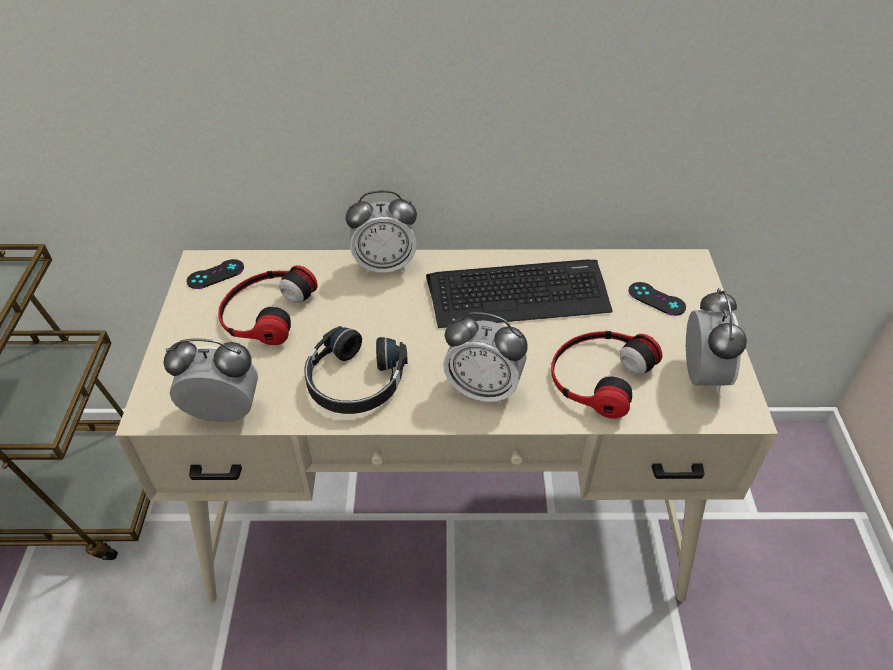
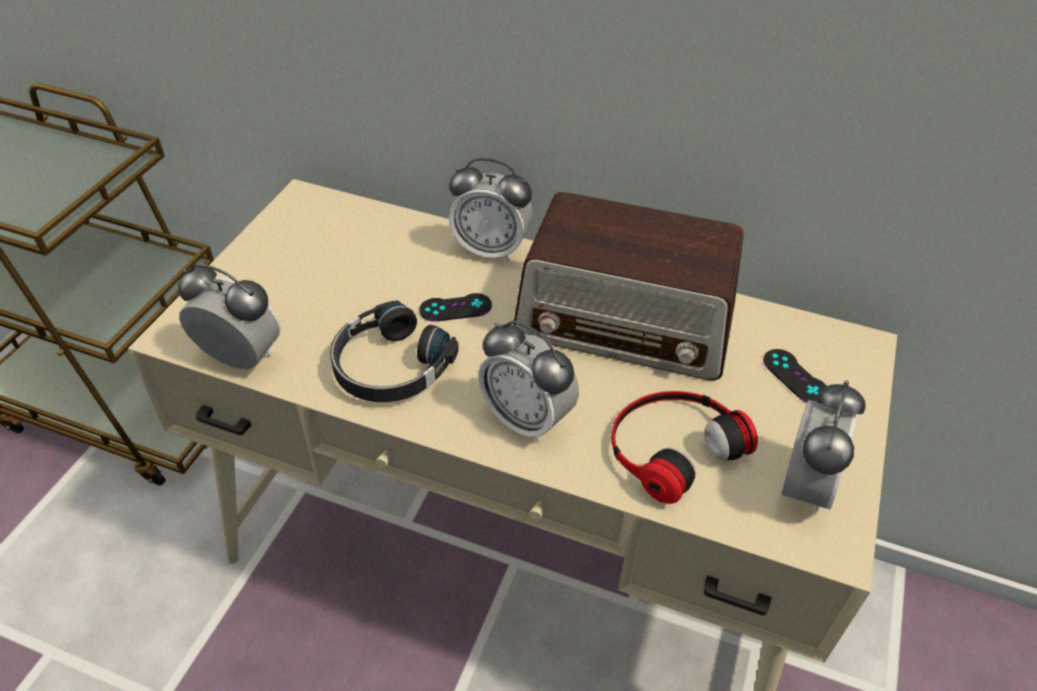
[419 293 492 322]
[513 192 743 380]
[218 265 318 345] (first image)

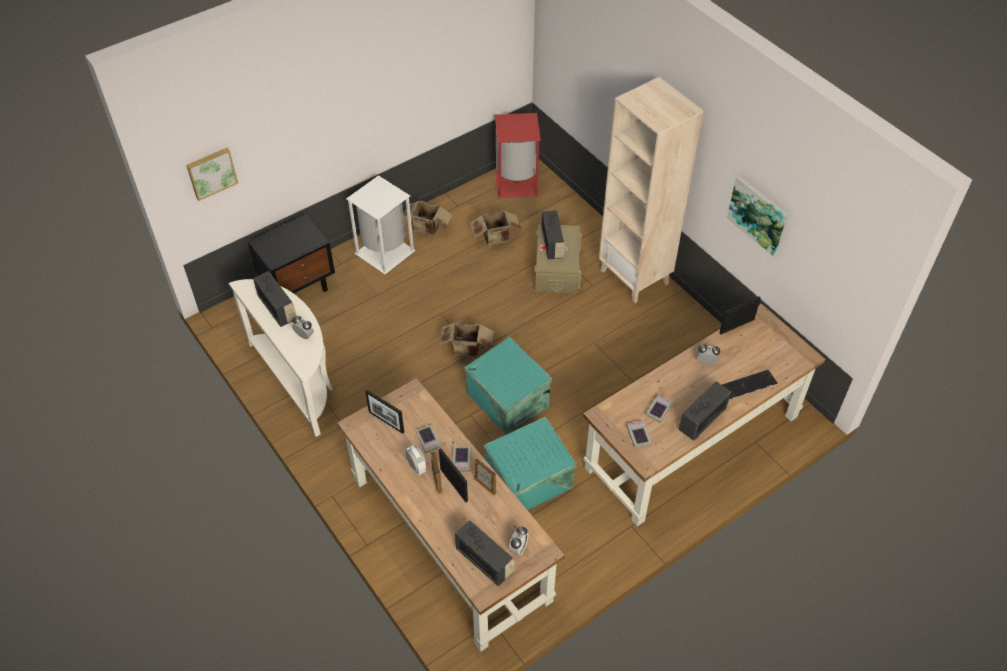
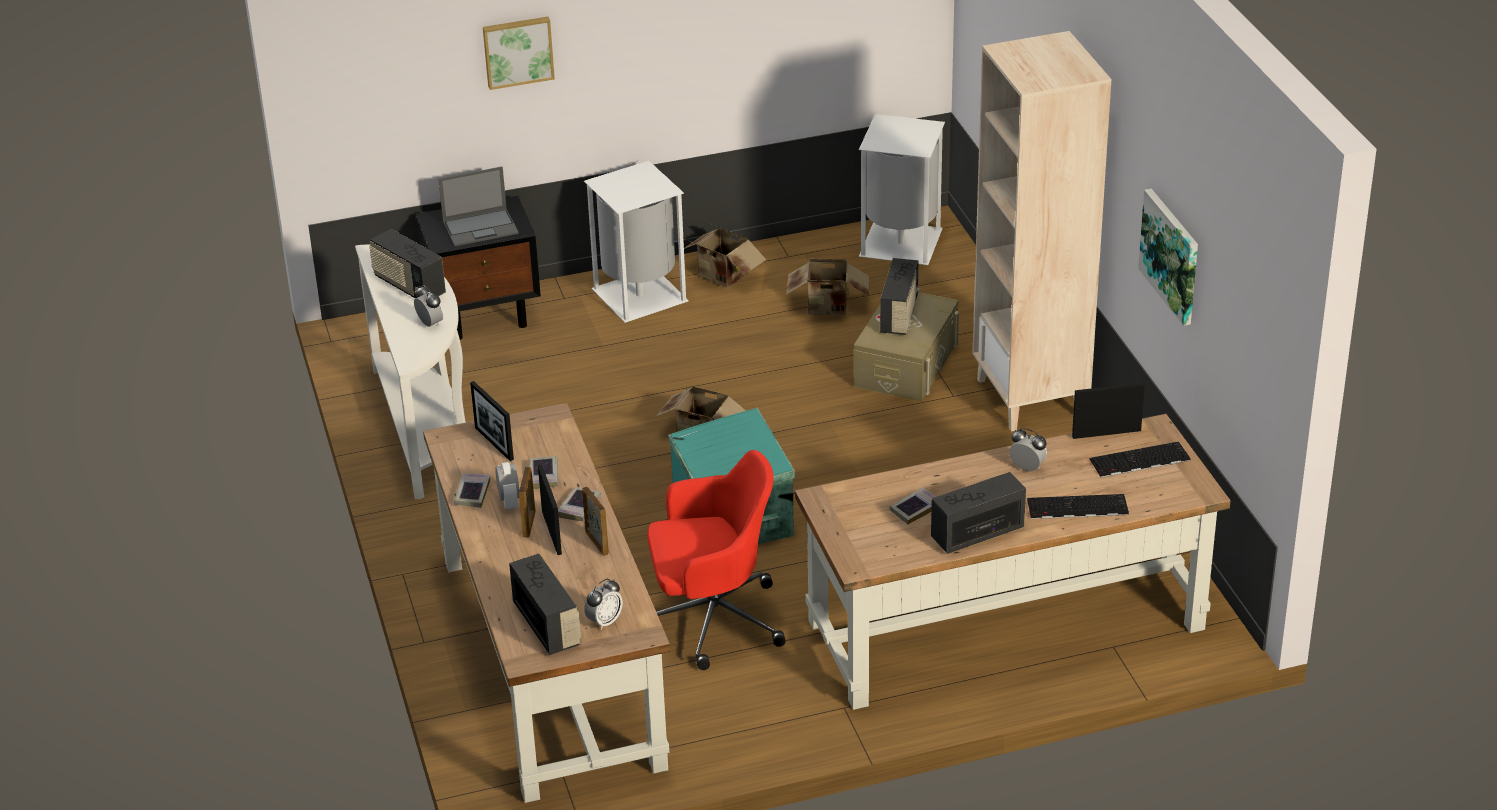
[369 229 446 299]
[438 167 519 246]
[454 473 490 508]
[483 17 555 90]
[647 450 786 670]
[859 114 945 265]
[1089 441 1190 477]

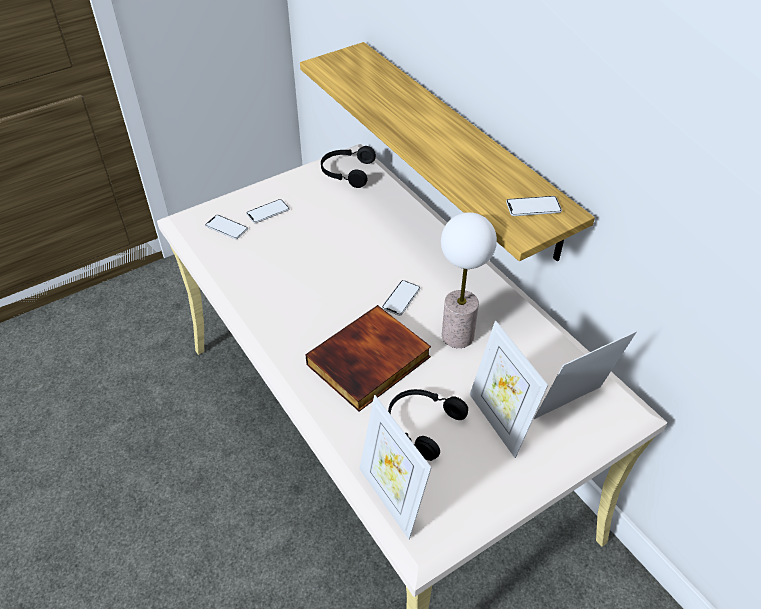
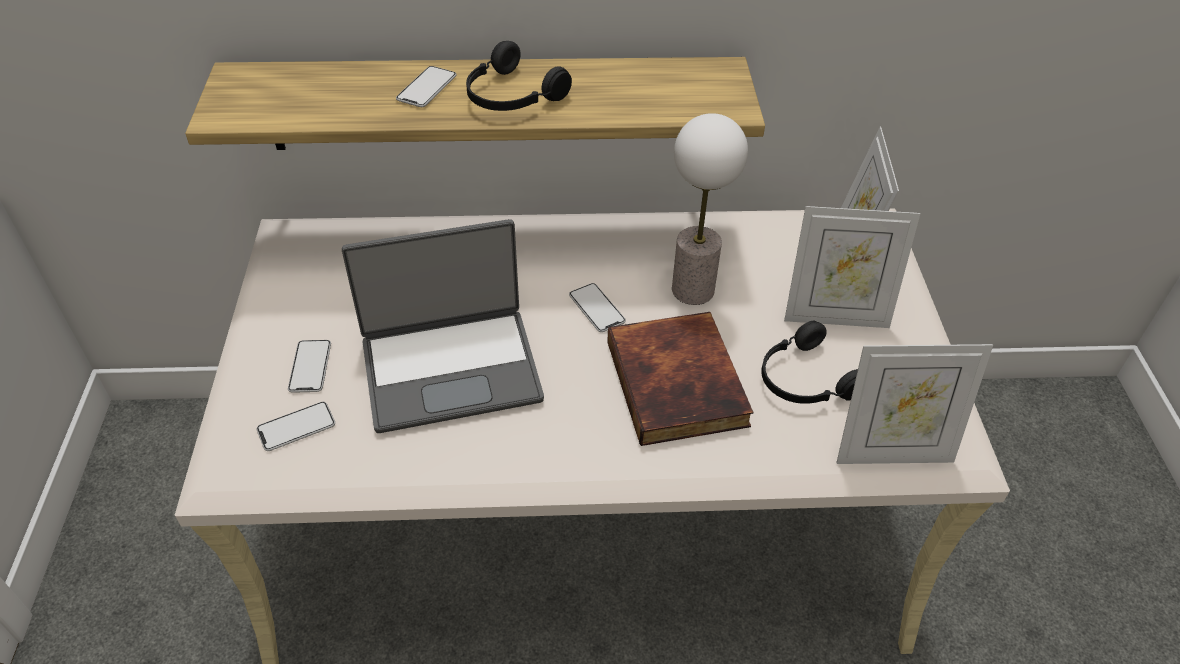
[342 219 544 433]
[396 66 457 107]
[466 41 572 111]

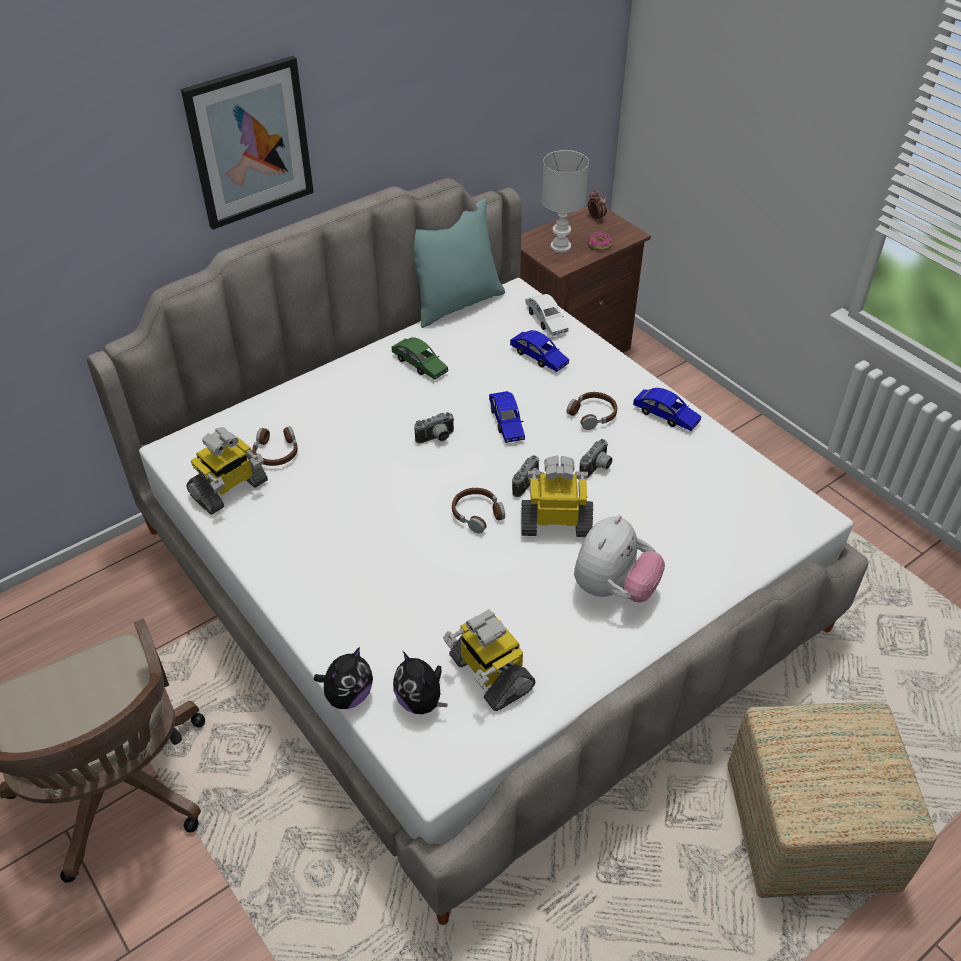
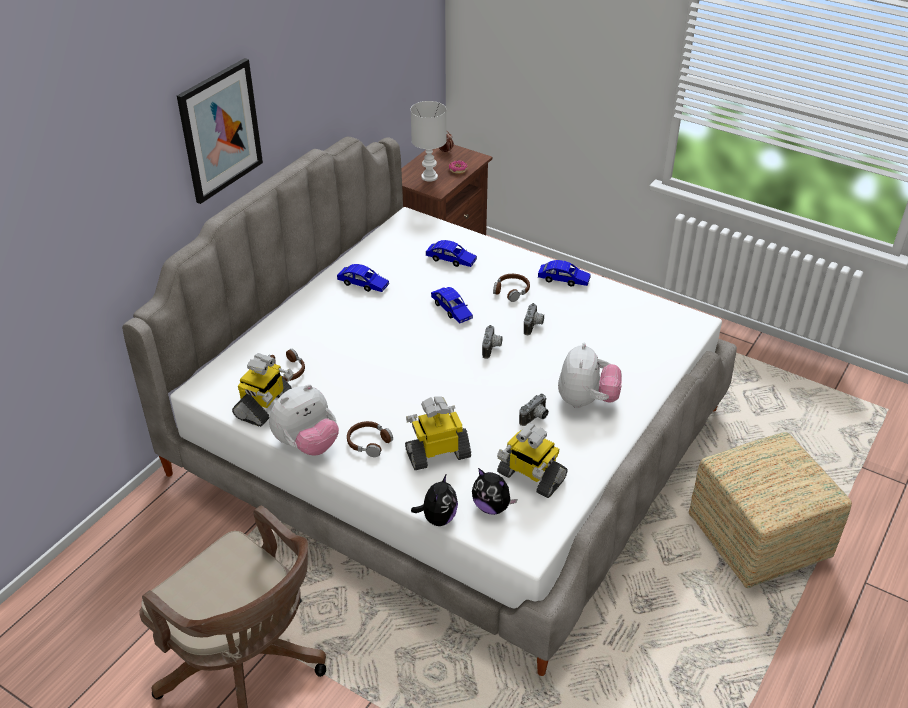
[269 384 339 456]
[337 264 389 292]
[347 421 393 457]
[405 396 471 470]
[519 394 549 426]
[414 199 505 328] (first image)
[525 294 569 336] (first image)

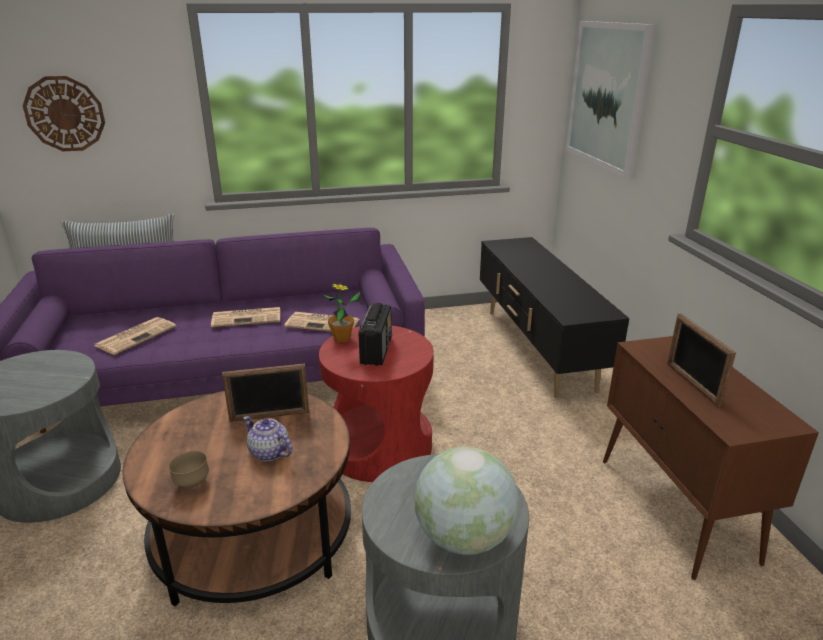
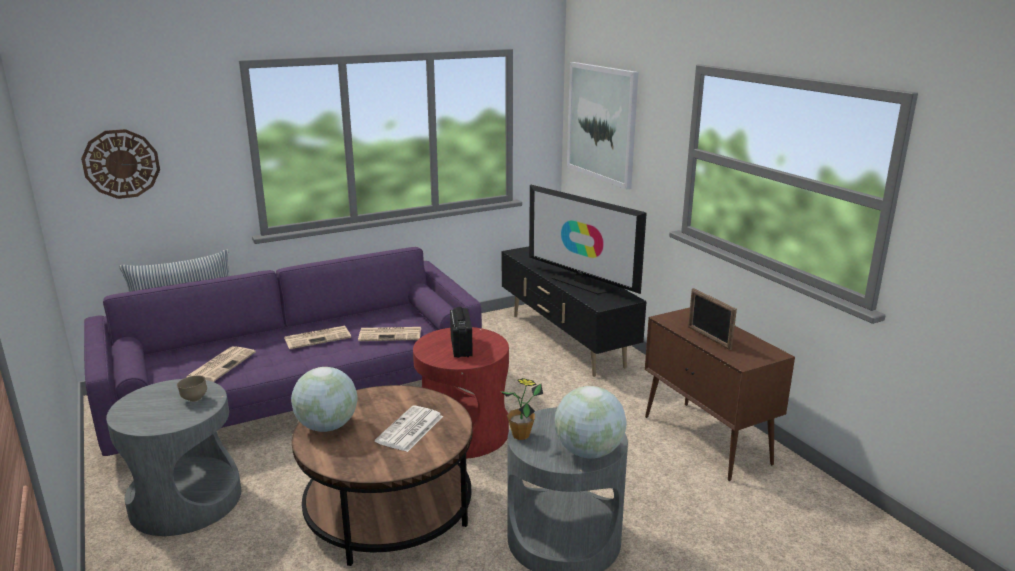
[177 375 207 402]
[291 367 357 432]
[375 405 443 452]
[500 378 543 440]
[529 185 647 294]
[222 363 309 422] (first image)

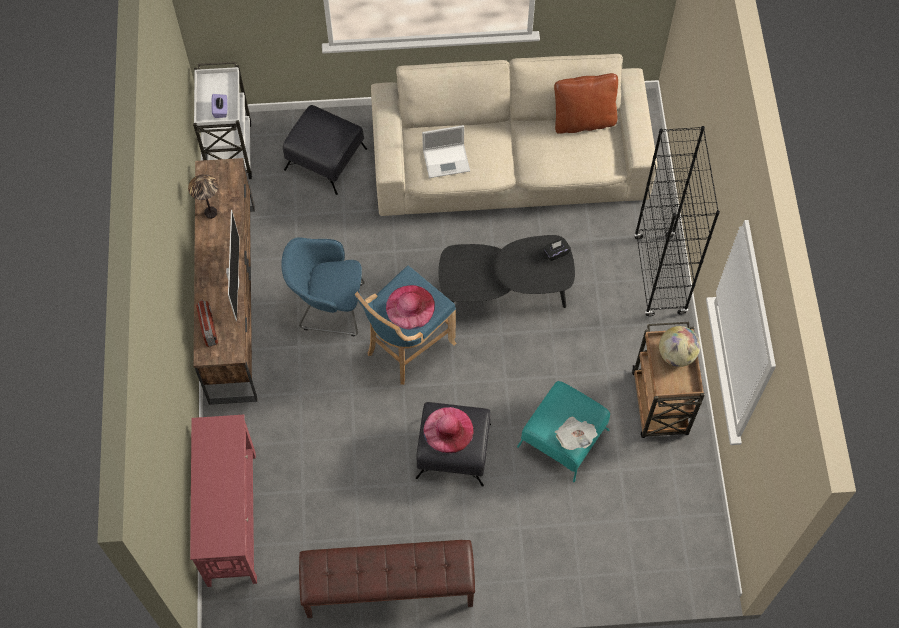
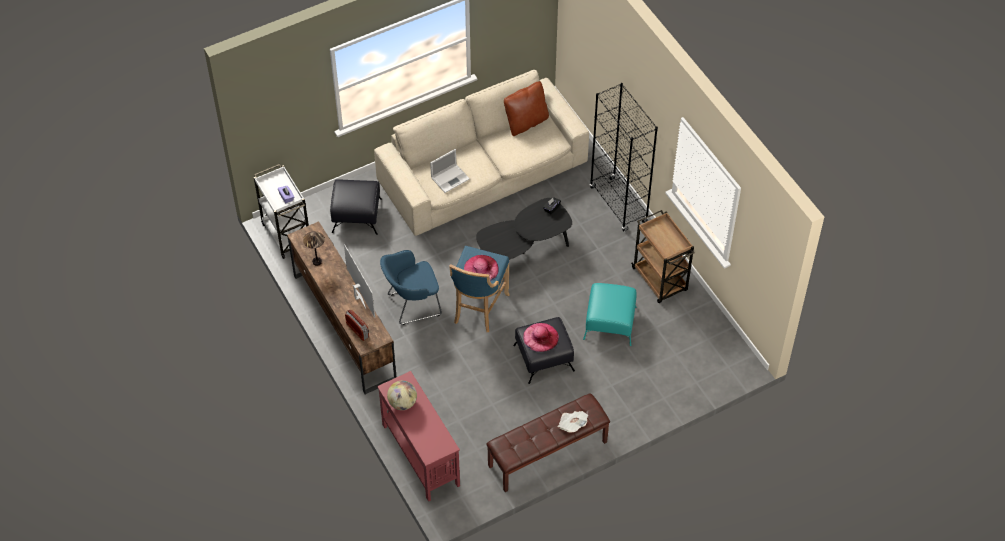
[387 381 417 410]
[558 411 588 432]

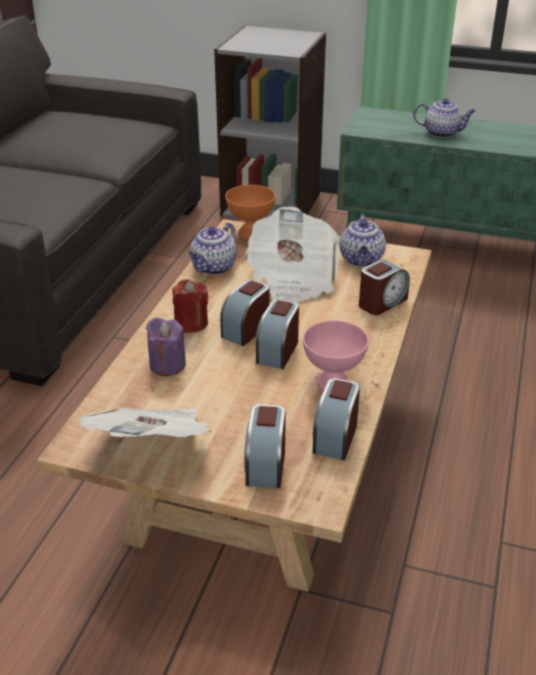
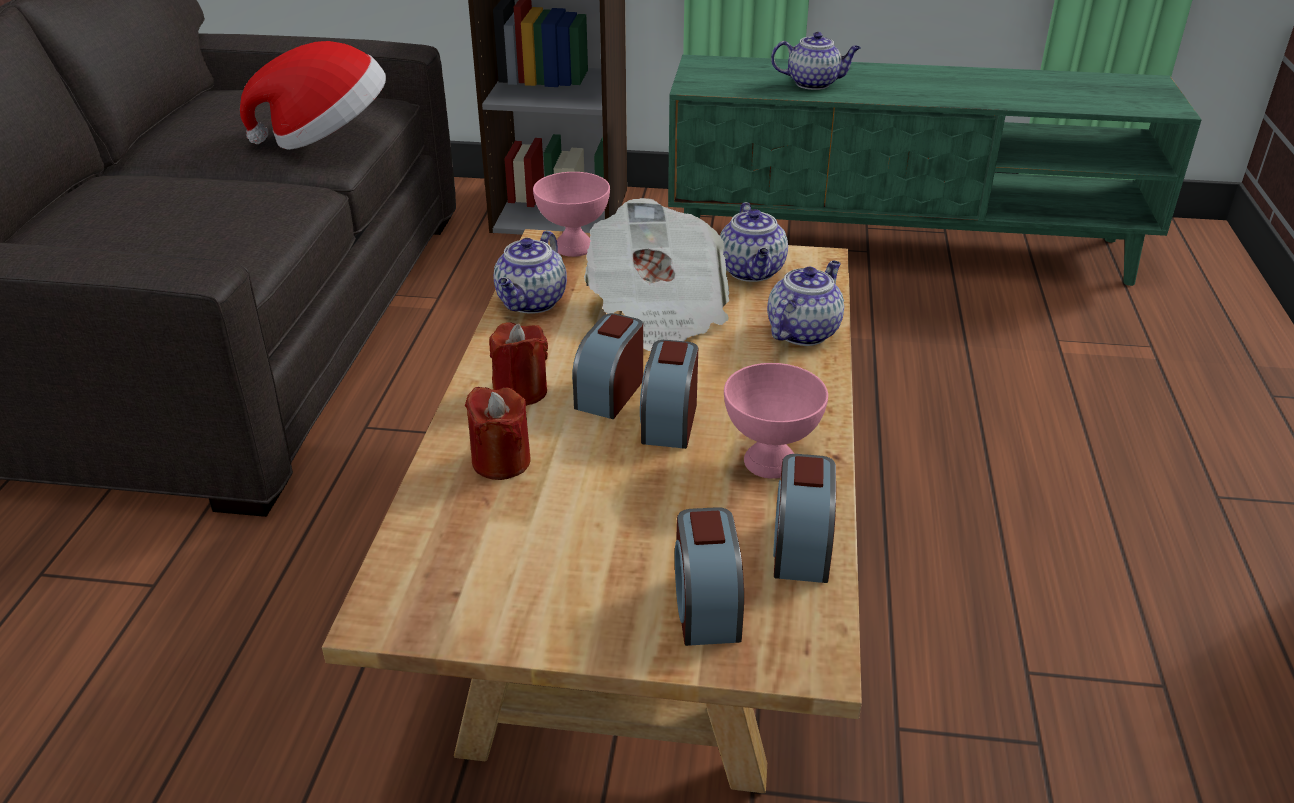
[240 41 386 150]
[465 387 531 480]
[533 172 610 257]
[767 261 844 346]
[79 407 211 437] (first image)

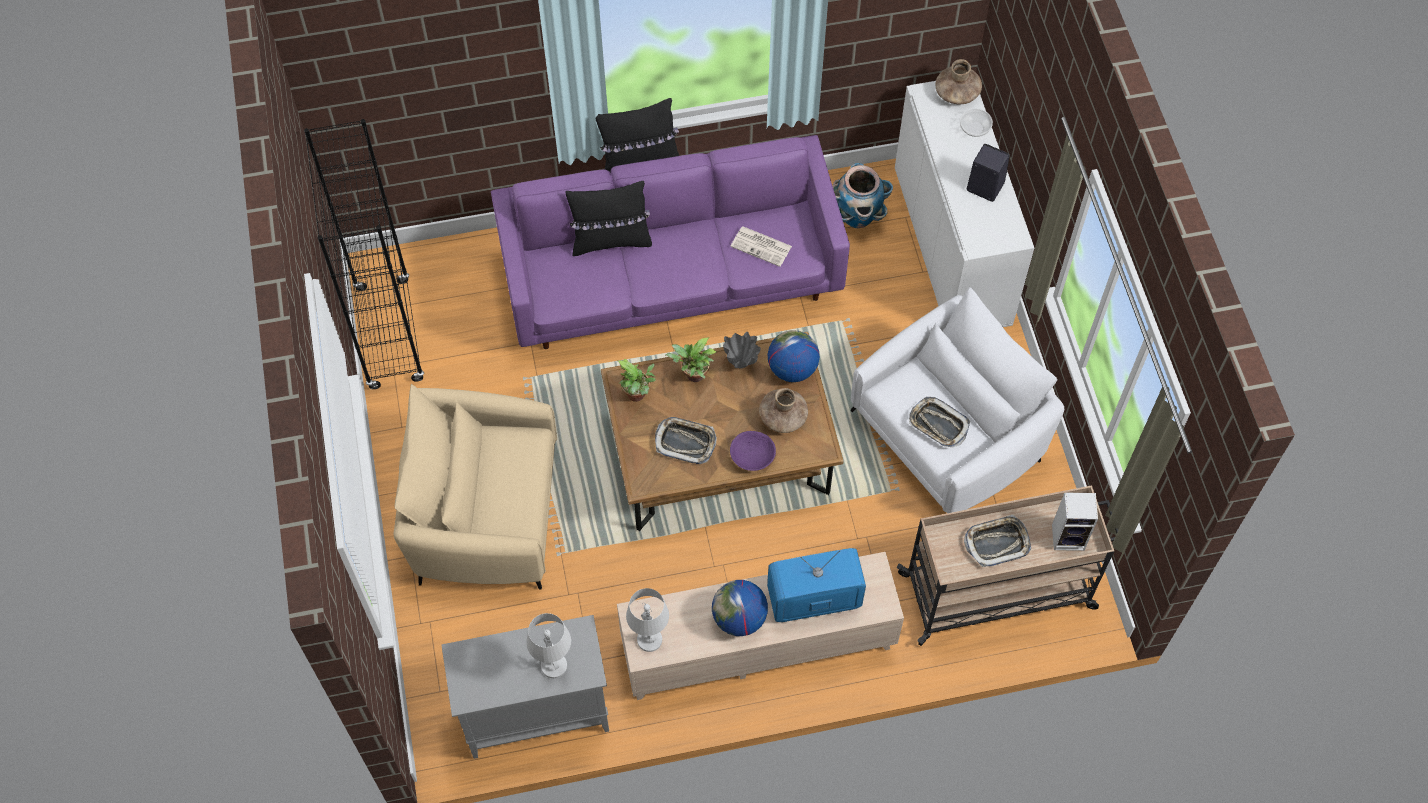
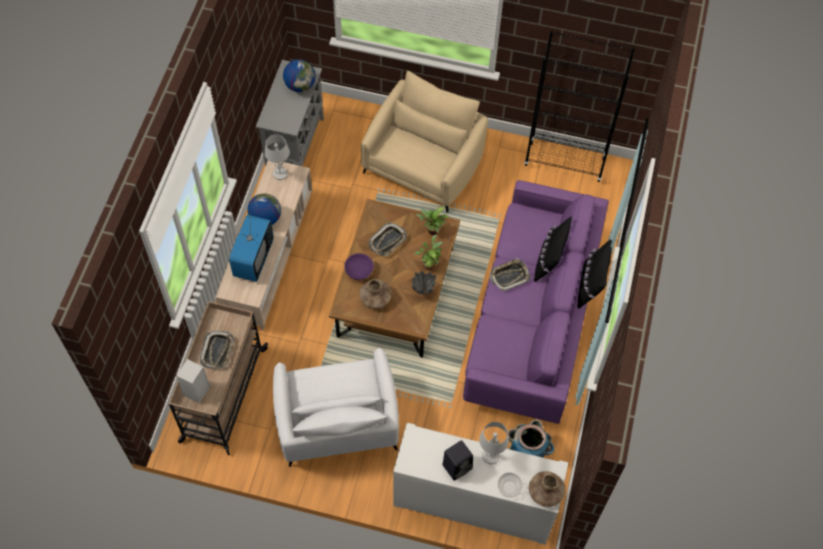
[283 59 316 92]
[479 422 509 464]
[490 258 531 291]
[731 226 792 267] (first image)

